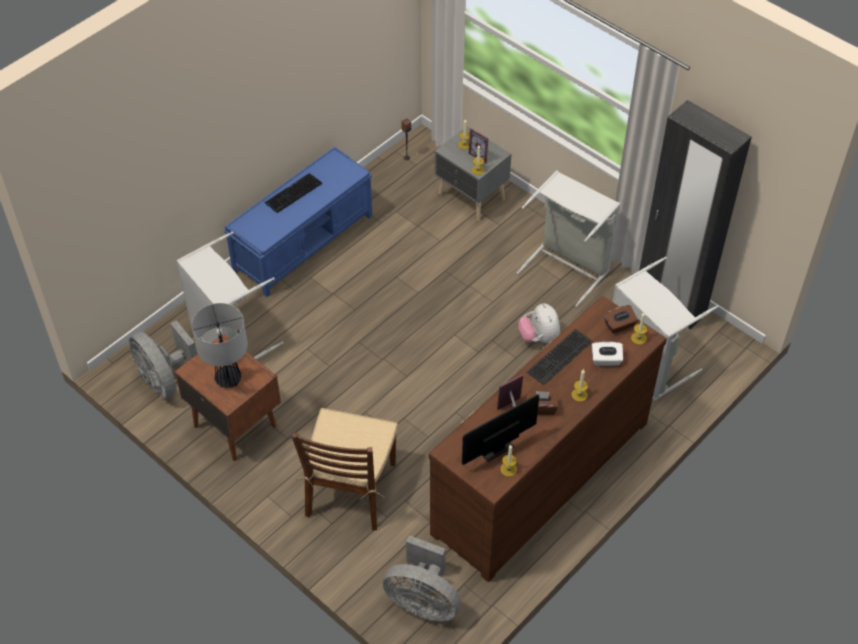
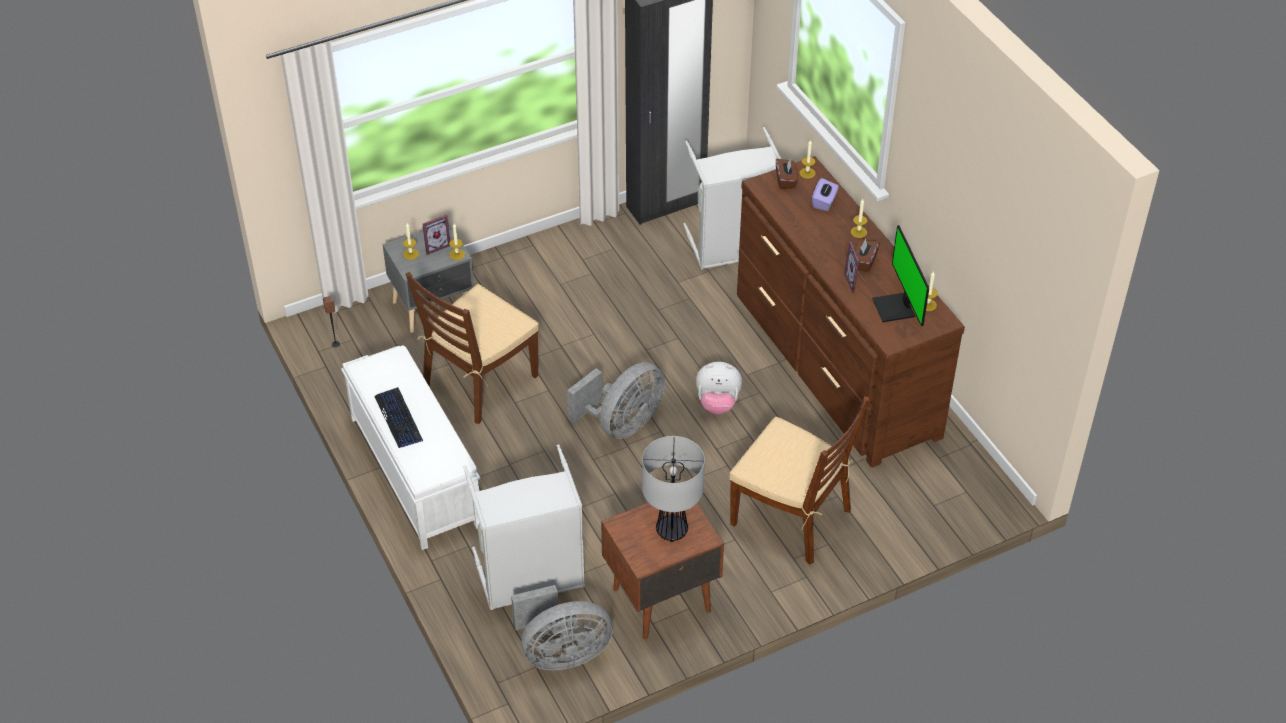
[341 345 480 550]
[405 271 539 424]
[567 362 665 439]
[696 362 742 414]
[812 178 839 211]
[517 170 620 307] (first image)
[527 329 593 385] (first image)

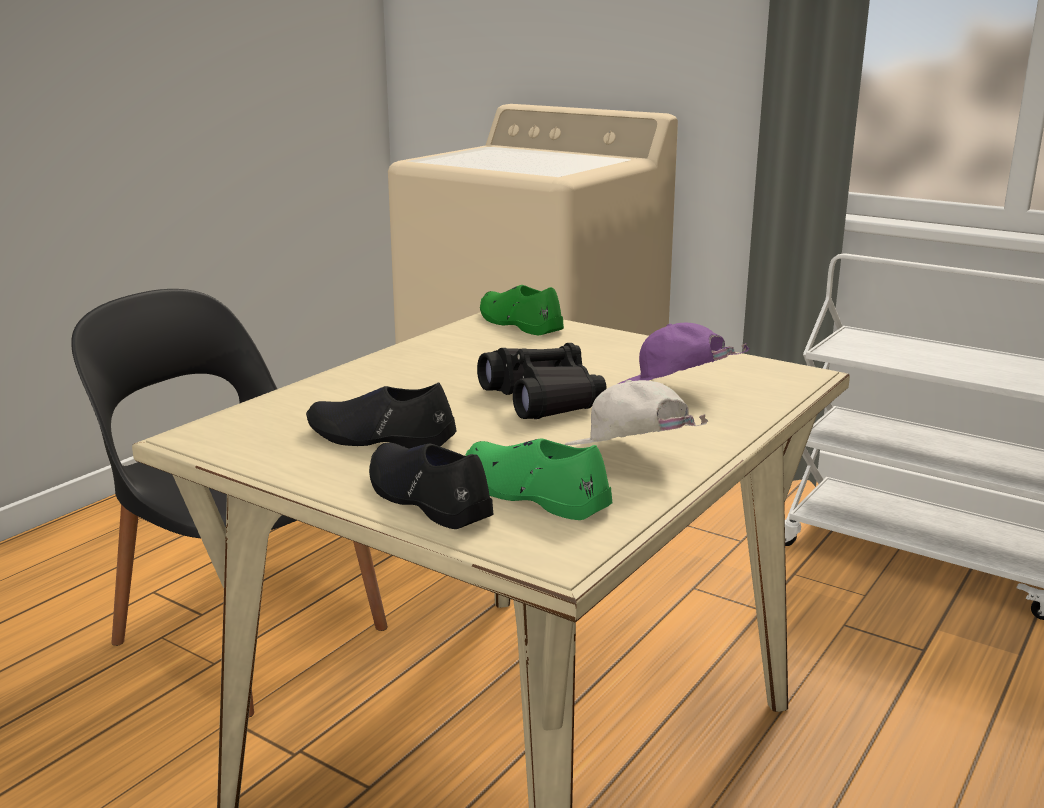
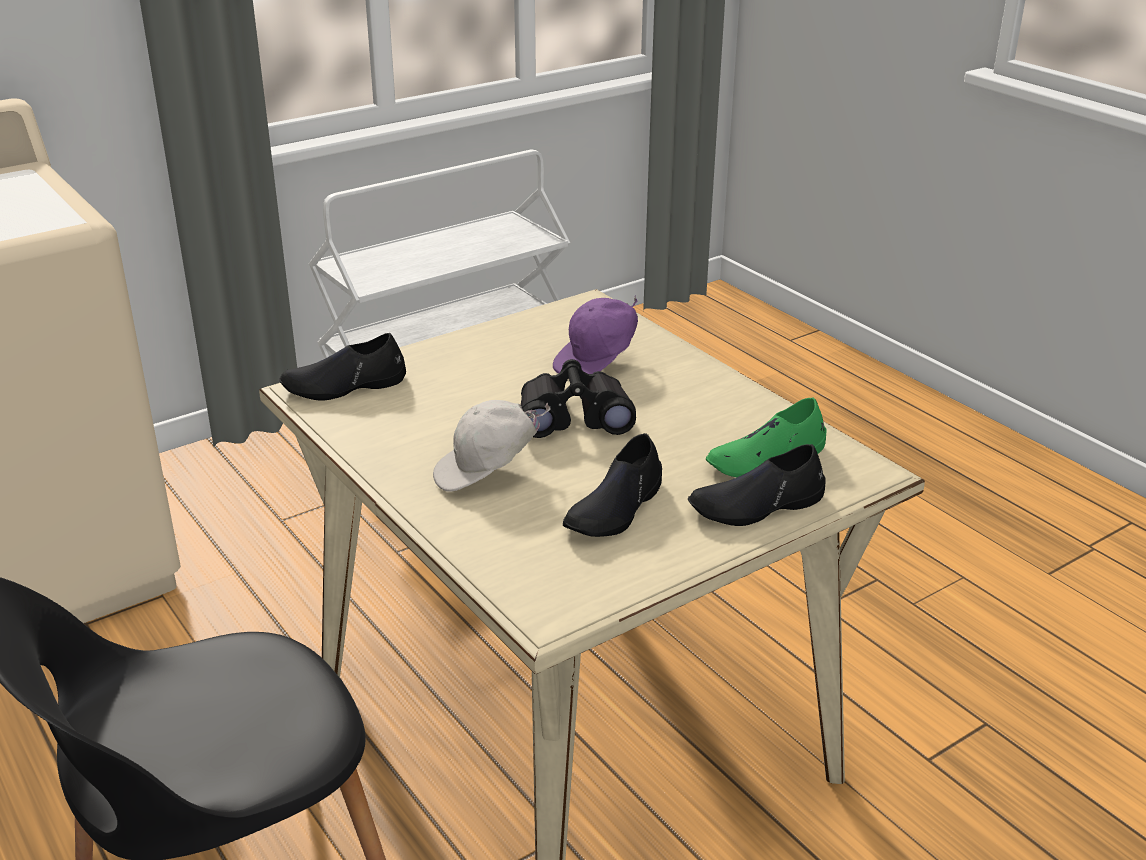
[279 333 406 401]
[433 400 550 492]

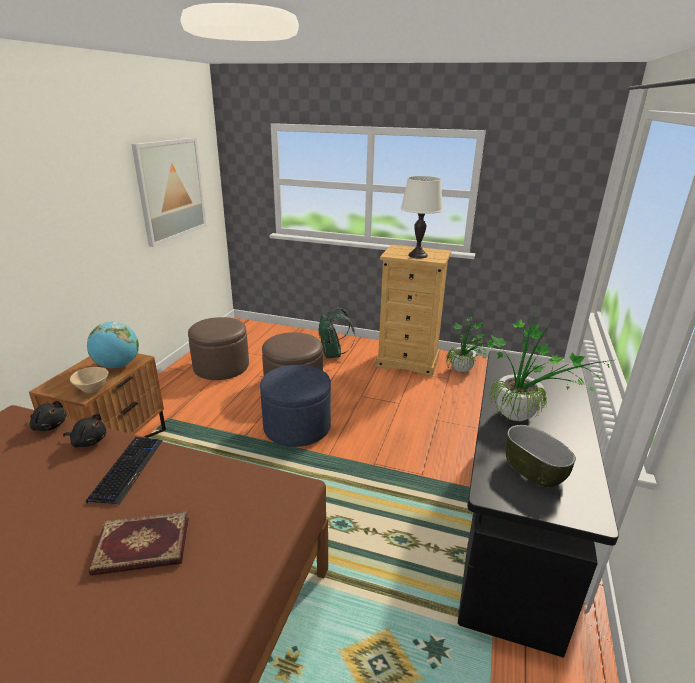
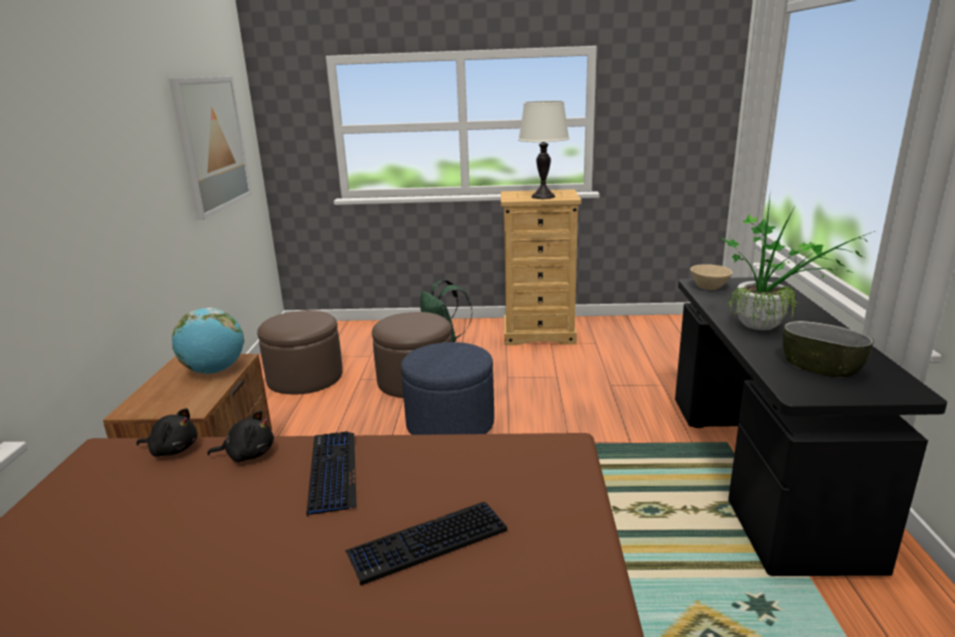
[345 502 507 586]
[690 264 733 290]
[445 312 495 372] (first image)

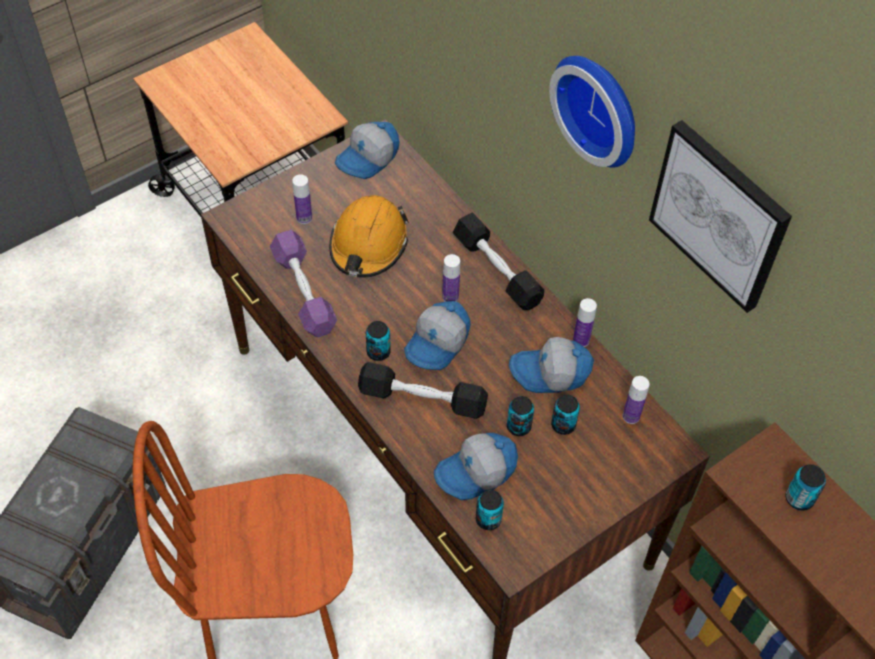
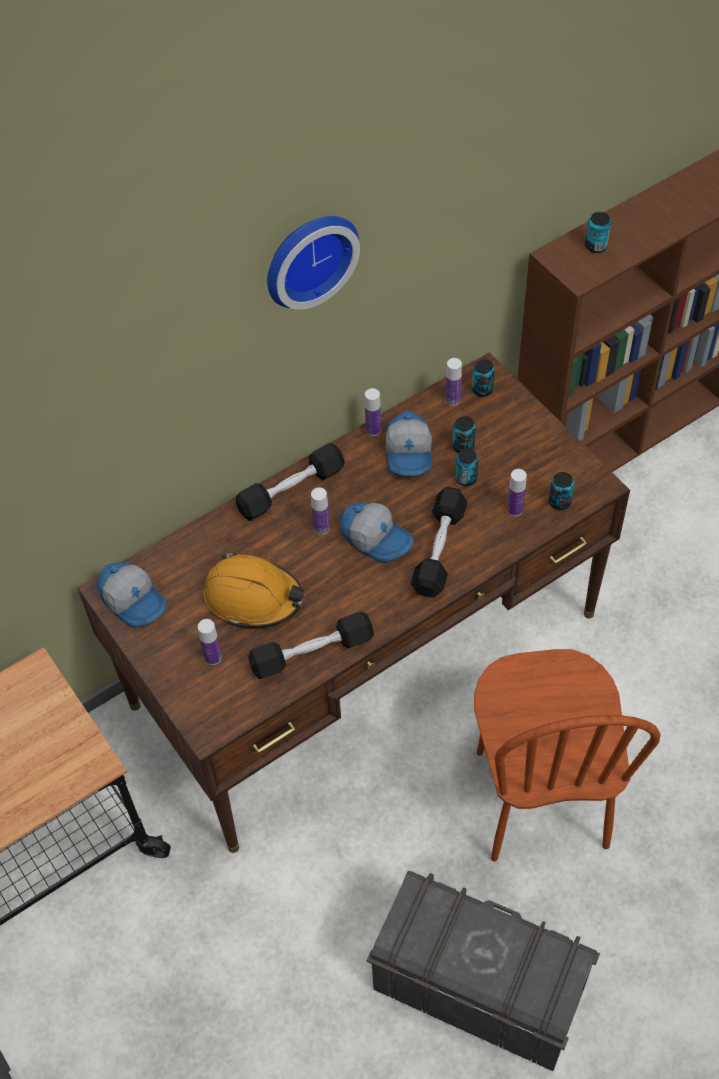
[248 612 374 679]
[472 359 495 397]
[507 469 527 516]
[649 120 792 313] (first image)

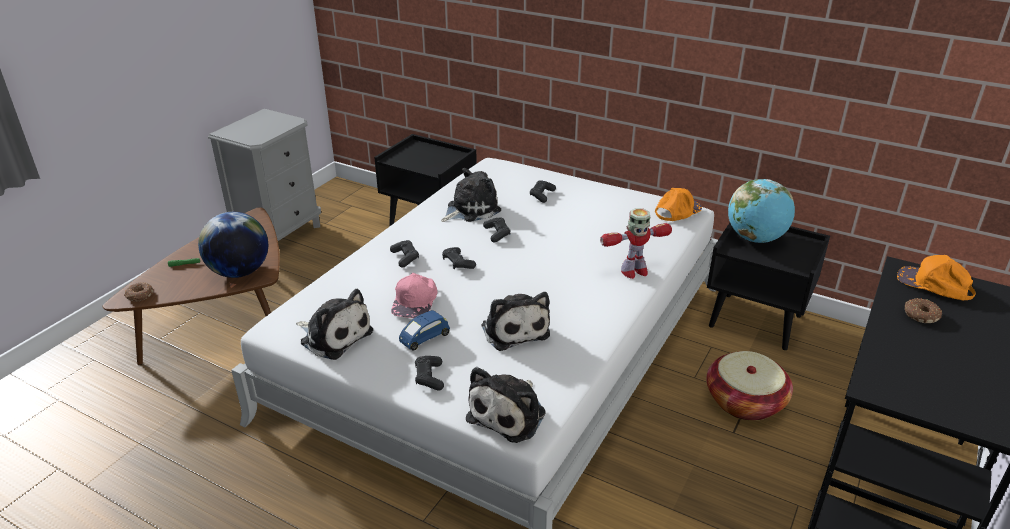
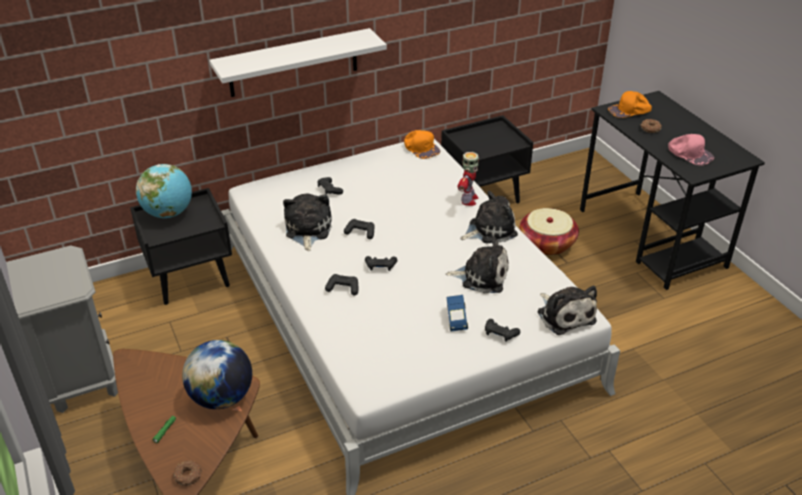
[136 164 192 218]
[209 28 387 97]
[404 130 440 159]
[461 191 518 244]
[668 134 714 166]

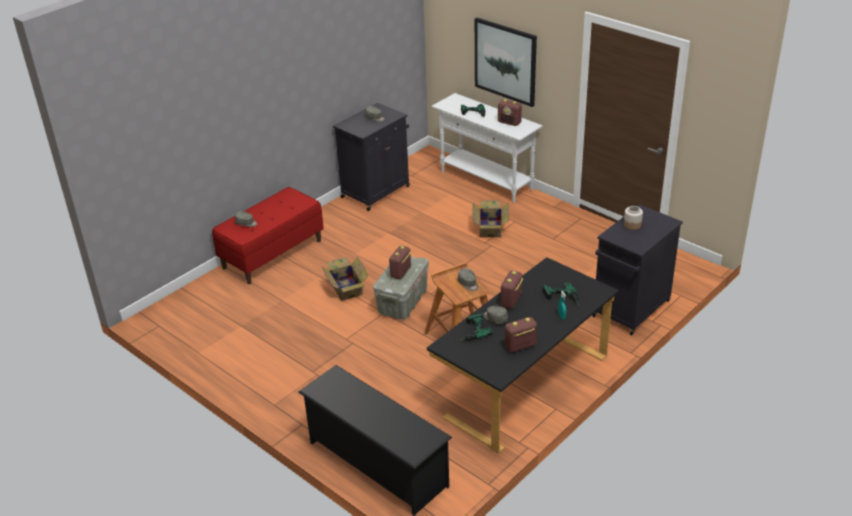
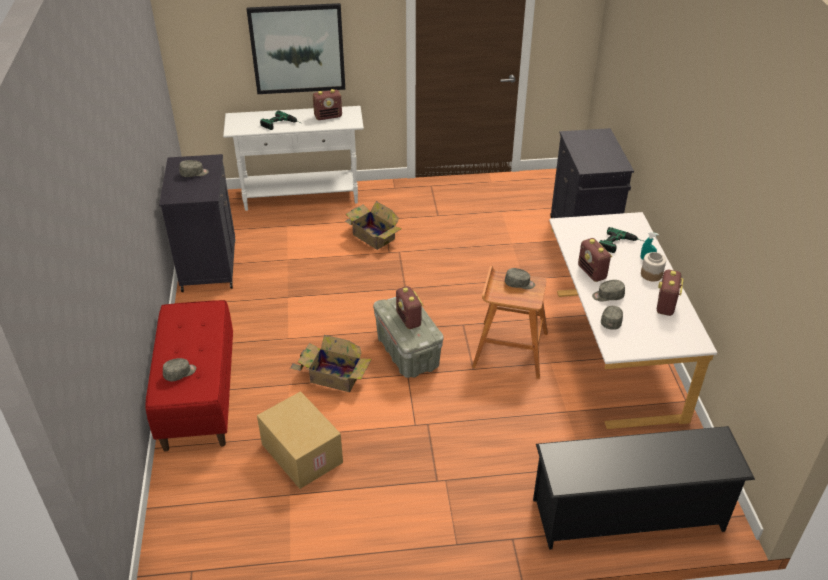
[257 391 343 489]
[549 212 718 429]
[601 306 623 330]
[641 252 666 282]

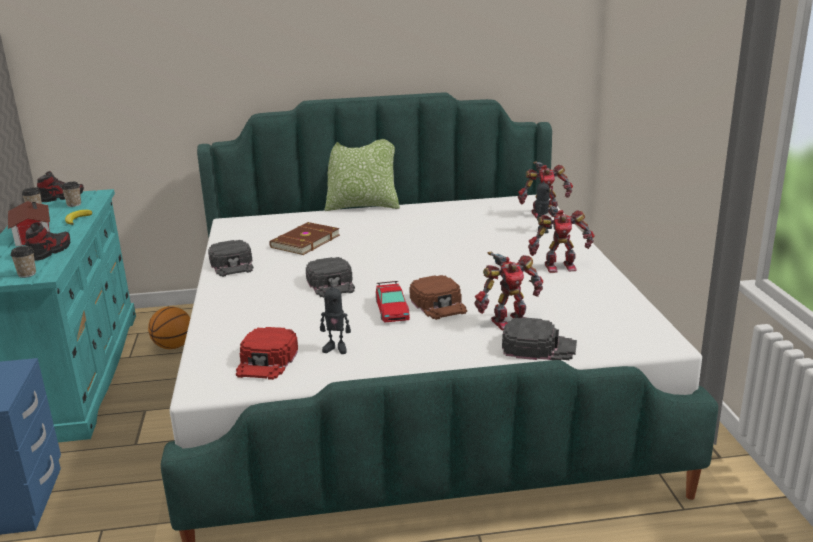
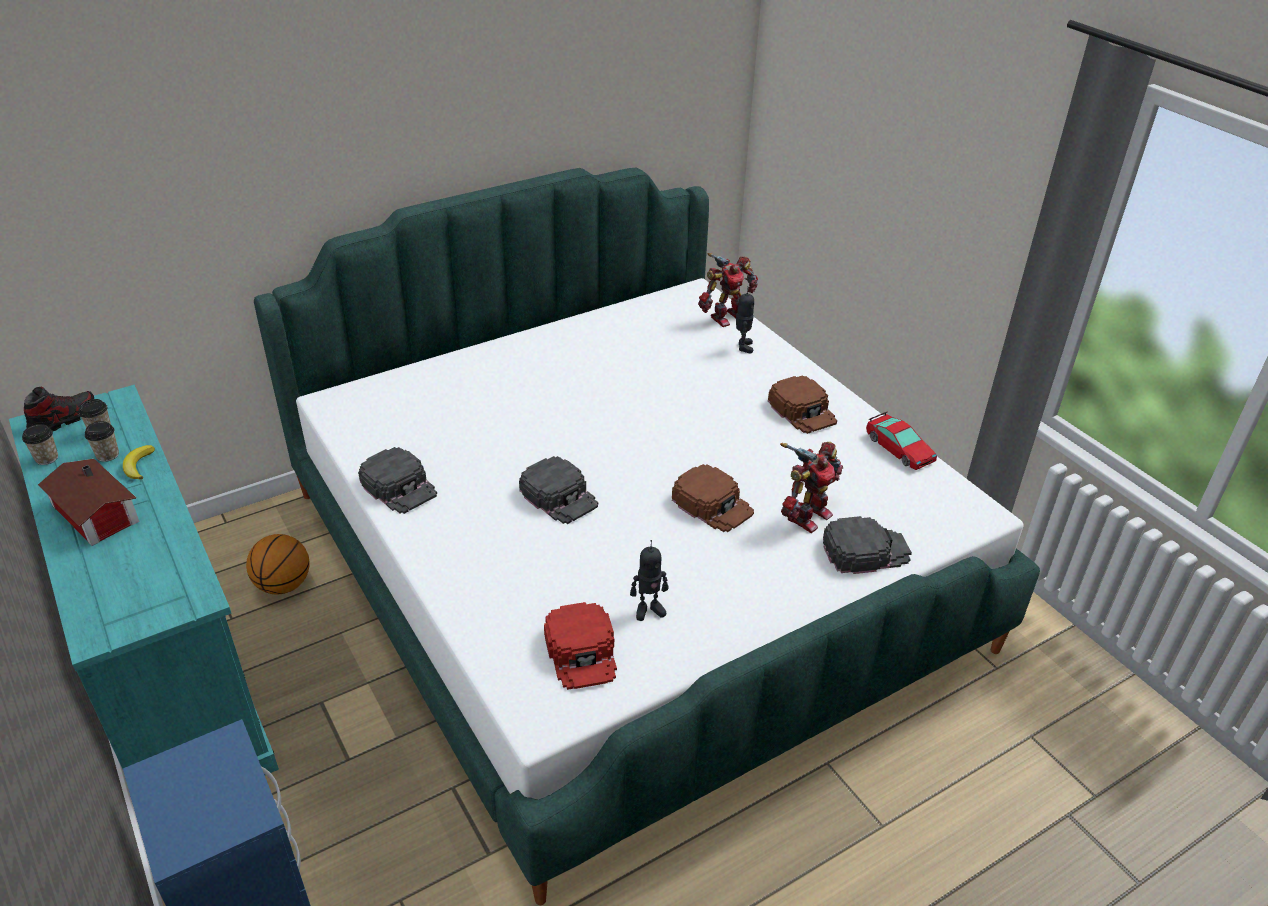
[85 421 119 462]
[768 375 837 434]
[866 412 937 470]
[25 222 70 261] (first image)
[269 222 340 255] (first image)
[325 139 400 211] (first image)

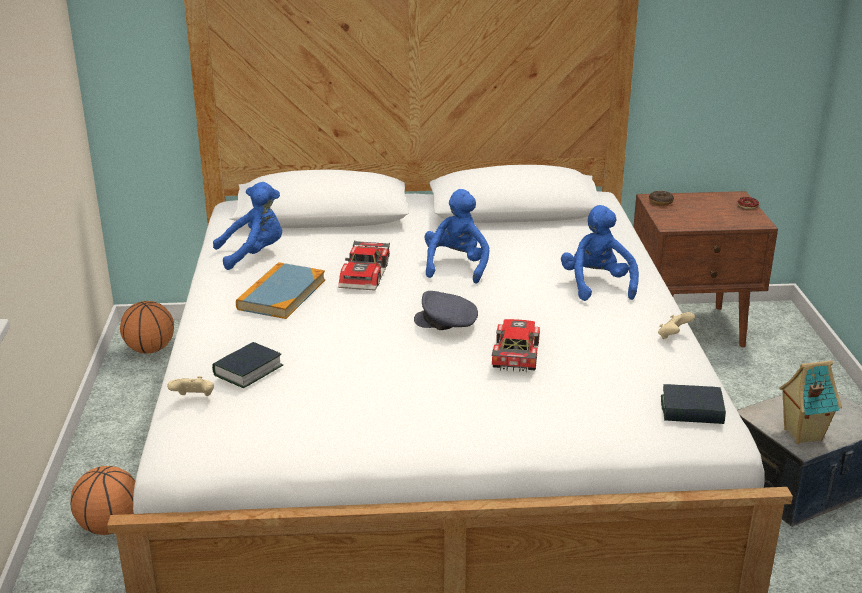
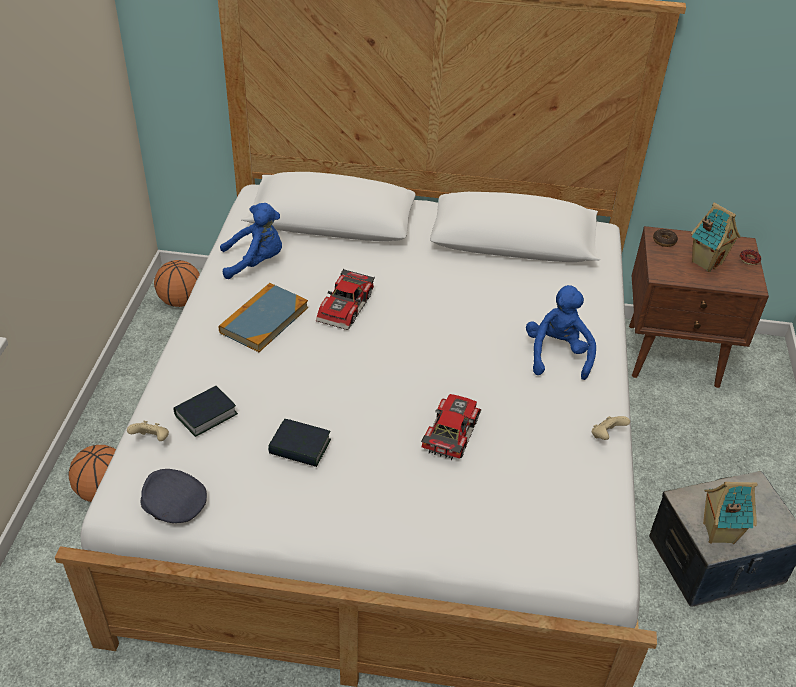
[141 469 207 523]
[268 419 331 467]
[691 202 740 272]
[424 189 490 284] (first image)

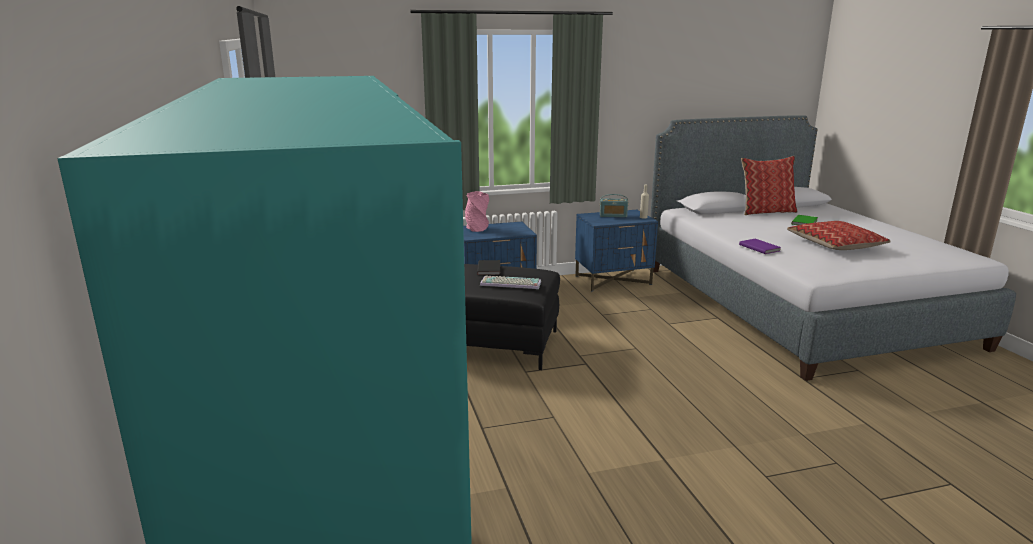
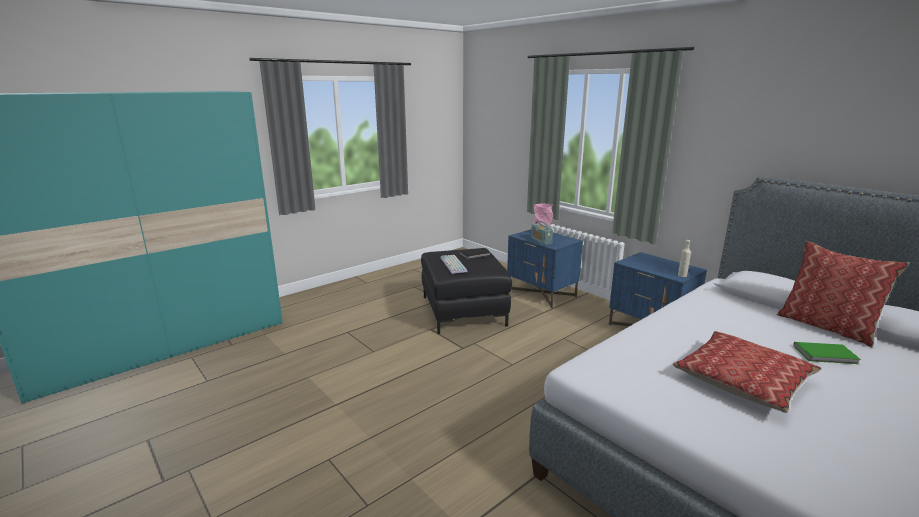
[531 221 553 245]
[739 239 781 254] (first image)

